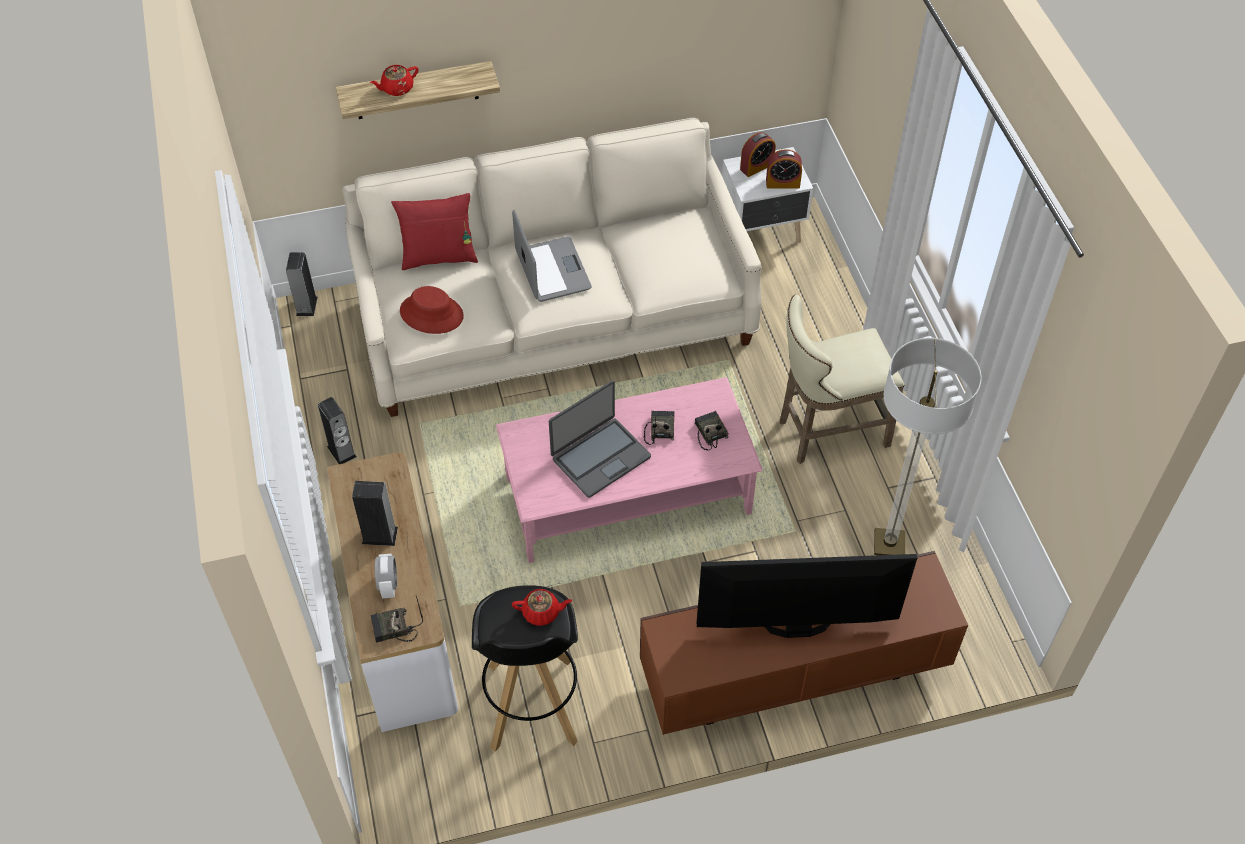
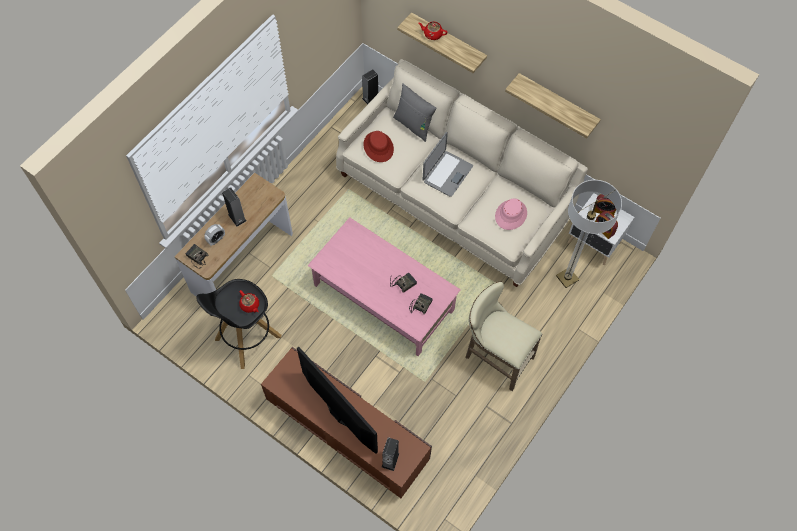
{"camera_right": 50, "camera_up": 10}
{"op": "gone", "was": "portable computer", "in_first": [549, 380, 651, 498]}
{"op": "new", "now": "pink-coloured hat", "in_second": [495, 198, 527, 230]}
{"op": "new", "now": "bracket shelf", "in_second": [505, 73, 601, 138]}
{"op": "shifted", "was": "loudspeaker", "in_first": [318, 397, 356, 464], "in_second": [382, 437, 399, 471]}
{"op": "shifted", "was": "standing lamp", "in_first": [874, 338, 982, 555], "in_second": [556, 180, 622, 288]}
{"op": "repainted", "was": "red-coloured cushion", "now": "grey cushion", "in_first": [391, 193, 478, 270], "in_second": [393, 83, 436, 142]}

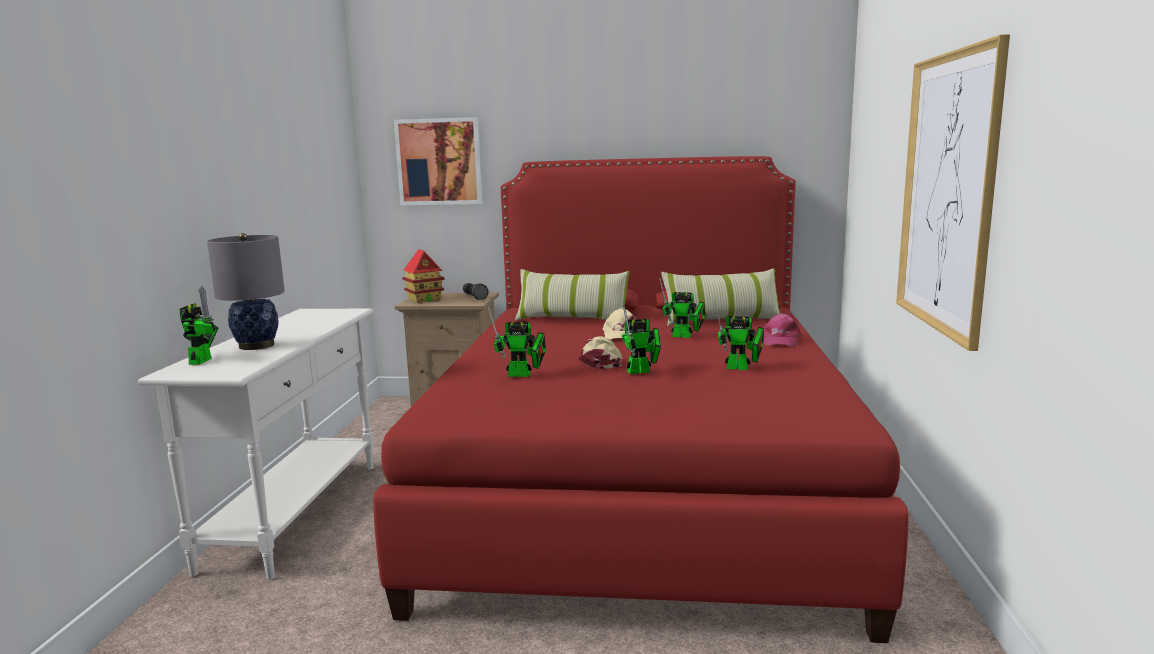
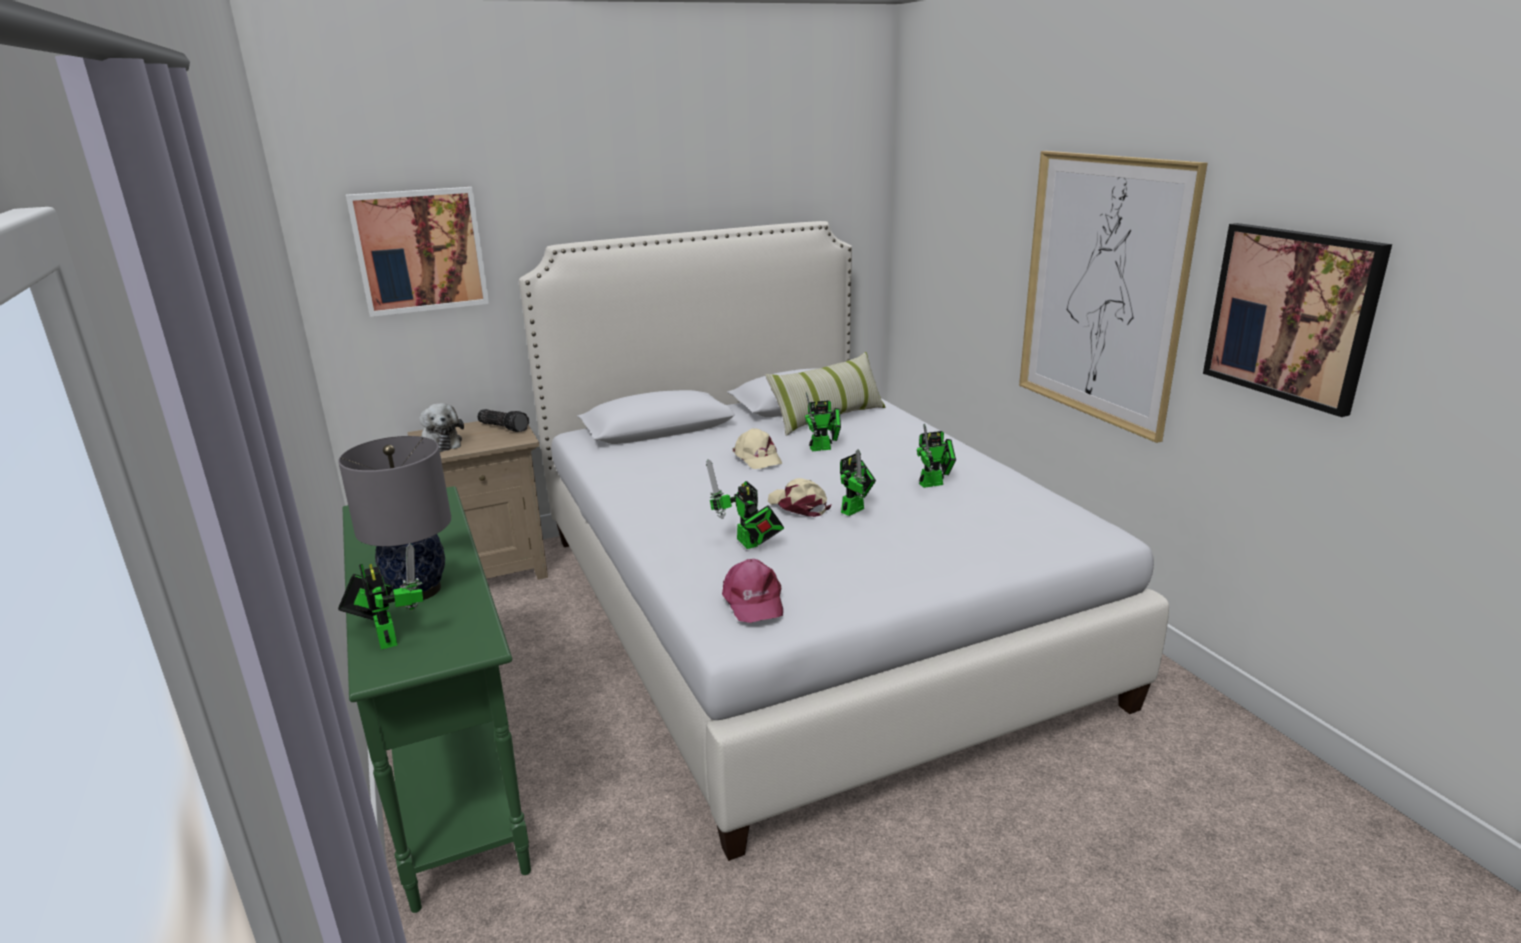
{"camera_right": -30, "camera_up": 10}
{"op": "gone", "was": "cushion", "in_first": [515, 269, 630, 321]}
{"op": "new", "now": "picture", "in_second": [1203, 223, 1392, 417]}
{"op": "shifted", "was": "pink-coloured peaked cap", "in_first": [763, 313, 802, 347], "in_second": [722, 559, 783, 623]}
{"op": "swapped", "was": "miniature house", "now": "plush toy", "in_first": [402, 249, 445, 303], "in_second": [419, 403, 464, 452]}
{"op": "repainted", "was": "white-coloured console table", "now": "green console table", "in_first": [138, 309, 374, 580], "in_second": [342, 486, 531, 913]}
{"op": "repainted", "was": "red-coloured bedroom bed", "now": "white-coloured bedroom bed", "in_first": [373, 156, 908, 643], "in_second": [519, 221, 1169, 861]}
{"op": "rotated", "was": "model robot", "in_first": [488, 307, 546, 377], "in_second": [706, 459, 784, 549], "clockwise": 90}

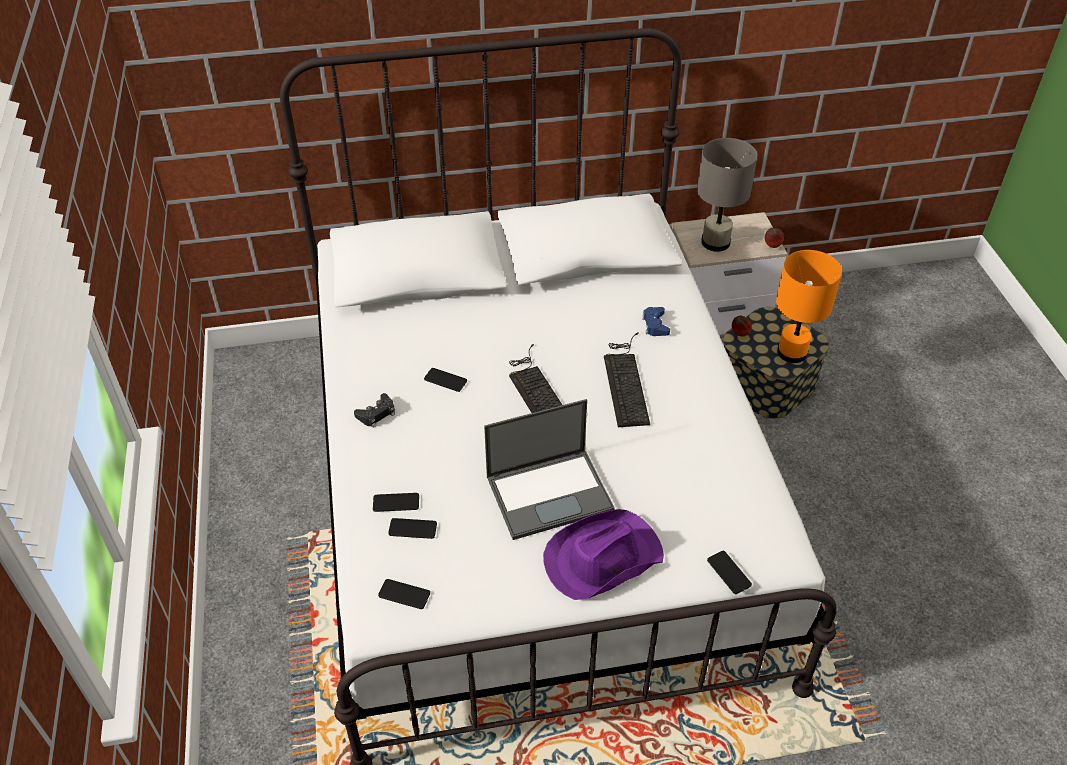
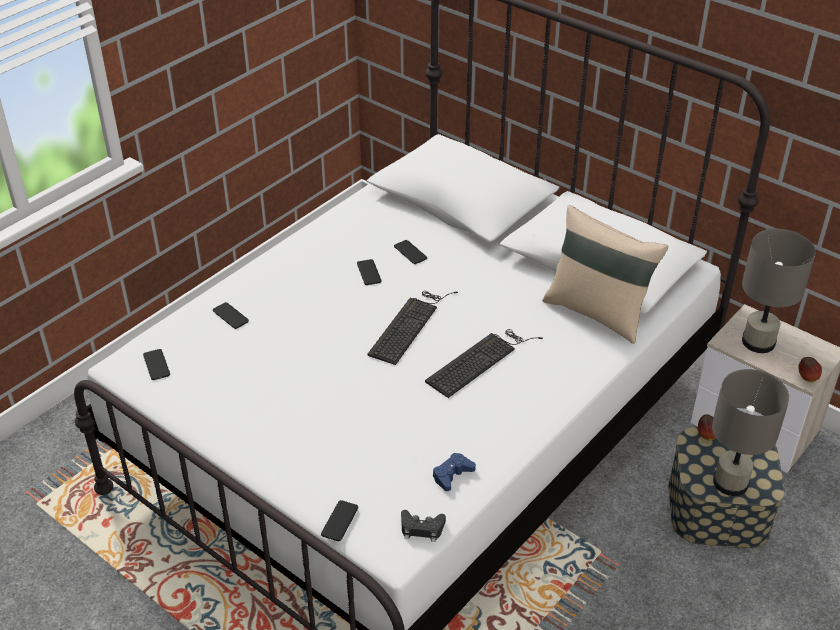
{"camera_right": 50, "camera_up": -5}
{"op": "gone", "was": "portable computer", "in_first": [484, 399, 615, 540]}
{"op": "gone", "was": "purplish hat", "in_first": [543, 509, 664, 600]}
{"op": "new", "now": "beige-coloured cushion", "in_second": [542, 205, 668, 344]}
{"op": "shifted", "was": "blackish game controller", "in_first": [354, 393, 395, 428], "in_second": [401, 510, 446, 542]}
{"op": "shifted", "was": "telephone", "in_first": [388, 518, 437, 539], "in_second": [394, 240, 427, 264]}
{"op": "shifted", "was": "blue-coloured game controller", "in_first": [642, 307, 670, 336], "in_second": [433, 453, 476, 491]}
{"op": "repainted", "was": "orangey tabletop lamp", "now": "grey tabletop lamp", "in_first": [776, 250, 842, 363], "in_second": [712, 369, 789, 496]}

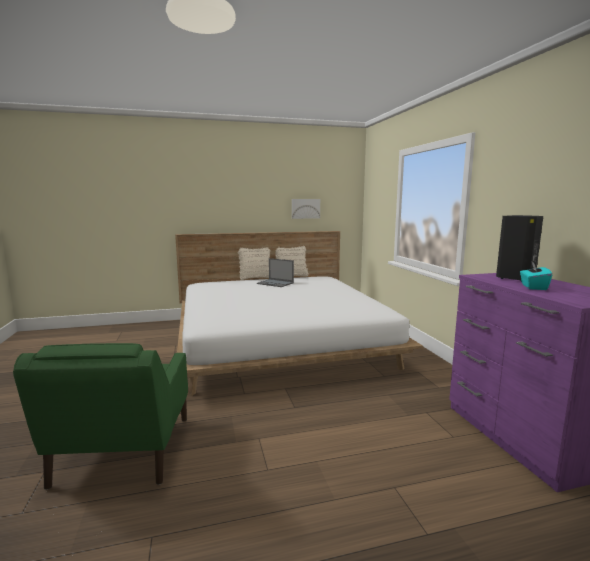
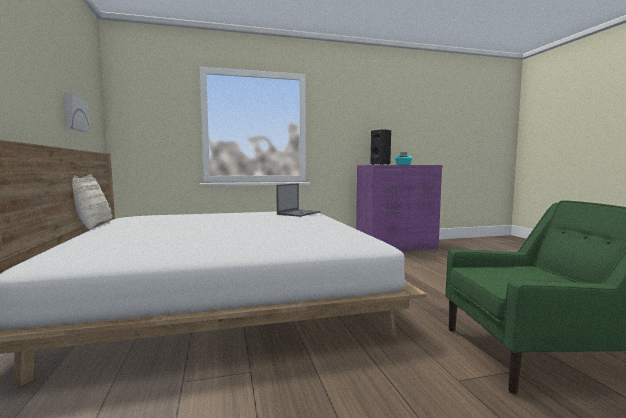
{"camera_right": -90, "camera_up": -5}
{"op": "gone", "was": "beige-coloured cushion", "in_first": [238, 247, 271, 280]}
{"op": "shifted", "was": "portable computer", "in_first": [257, 258, 294, 287], "in_second": [276, 183, 321, 217]}

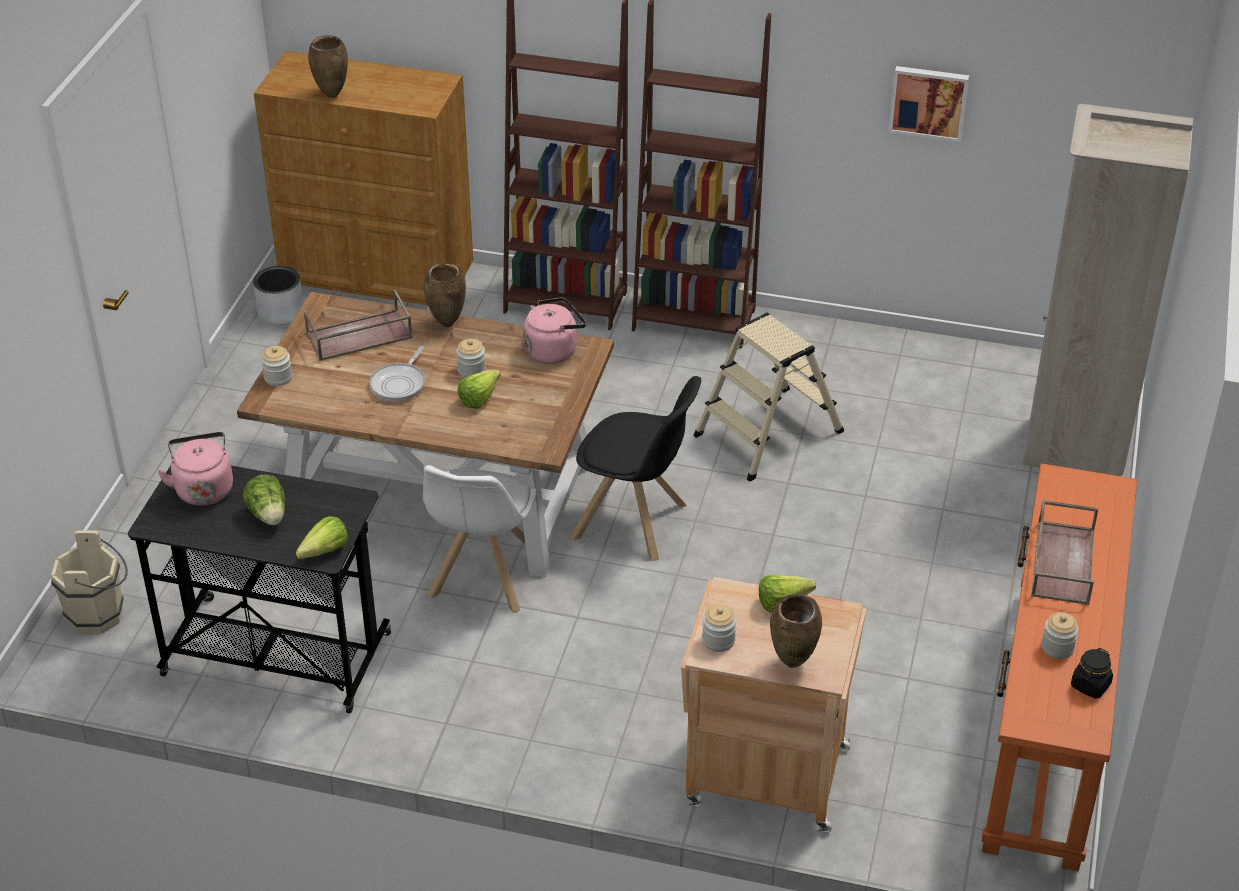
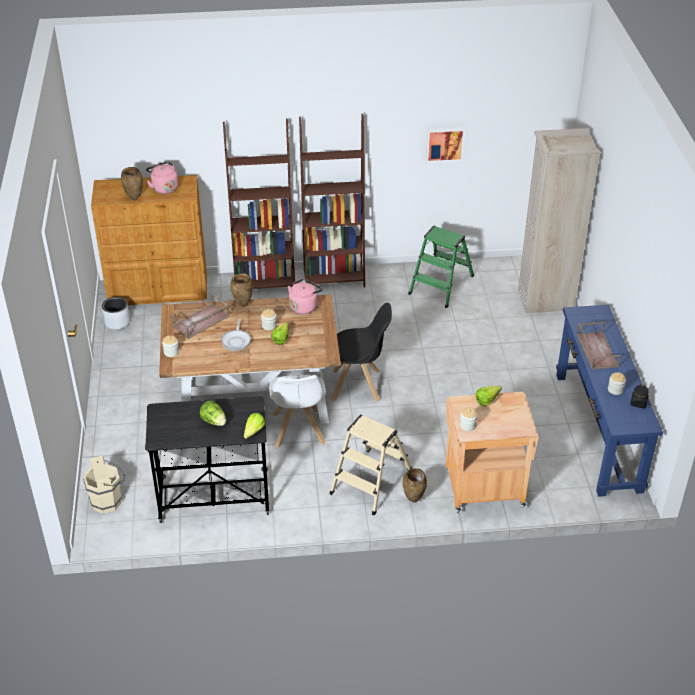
{"camera_right": -20, "camera_up": 0}
{"op": "new", "now": "green stepladder", "in_second": [408, 226, 474, 308]}
{"op": "shifted", "was": "pink-coloured kettle", "in_first": [157, 432, 233, 506], "in_second": [146, 161, 178, 194]}
{"op": "shifted", "was": "beige-coloured stepladder", "in_first": [693, 312, 844, 482], "in_second": [329, 414, 412, 515]}
{"op": "shifted", "was": "brownish flower vase", "in_first": [770, 594, 822, 668], "in_second": [403, 468, 427, 503]}
{"op": "repainted", "was": "orangey console table", "now": "blue-coloured console table", "in_first": [982, 463, 1137, 871], "in_second": [556, 305, 663, 497]}

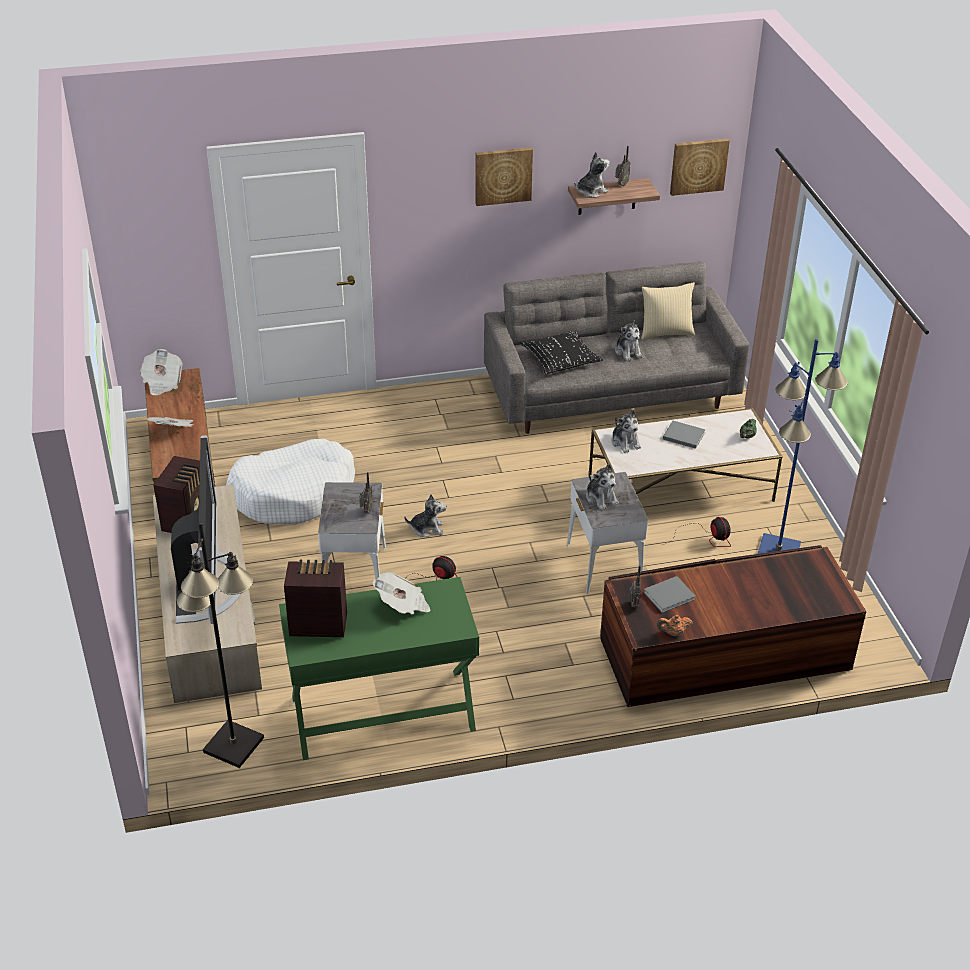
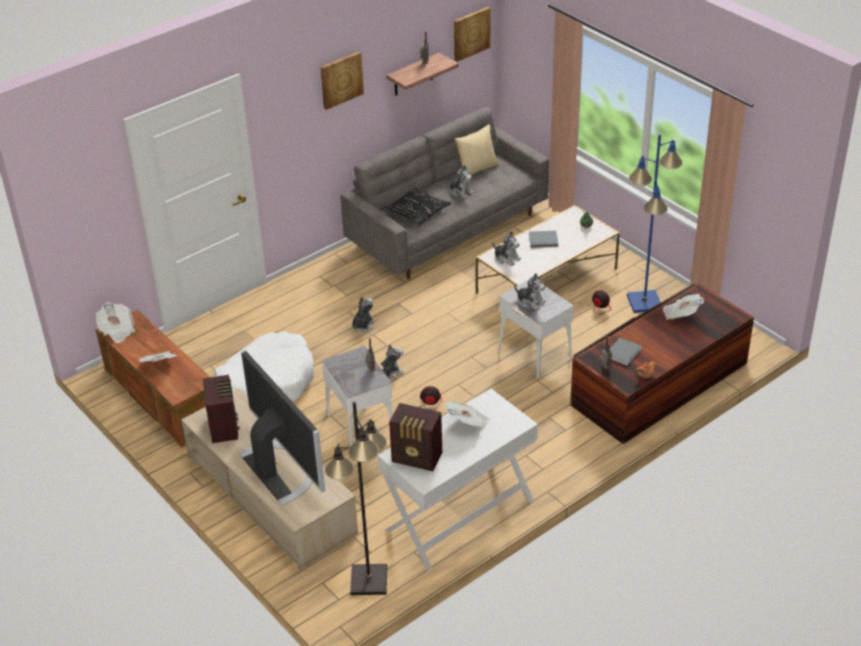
{"camera_right": -25, "camera_up": 0}
{"op": "new", "now": "printed paper", "in_second": [663, 294, 704, 320]}
{"op": "shifted", "was": "plush toy", "in_first": [574, 152, 610, 198], "in_second": [352, 296, 376, 332]}
{"op": "repainted", "was": "green console table", "now": "white-coloured console table", "in_first": [279, 577, 479, 760], "in_second": [378, 389, 538, 570]}
{"op": "rotated", "was": "radio receiver", "in_first": [284, 559, 347, 637], "in_second": [389, 403, 442, 472], "clockwise": -135}

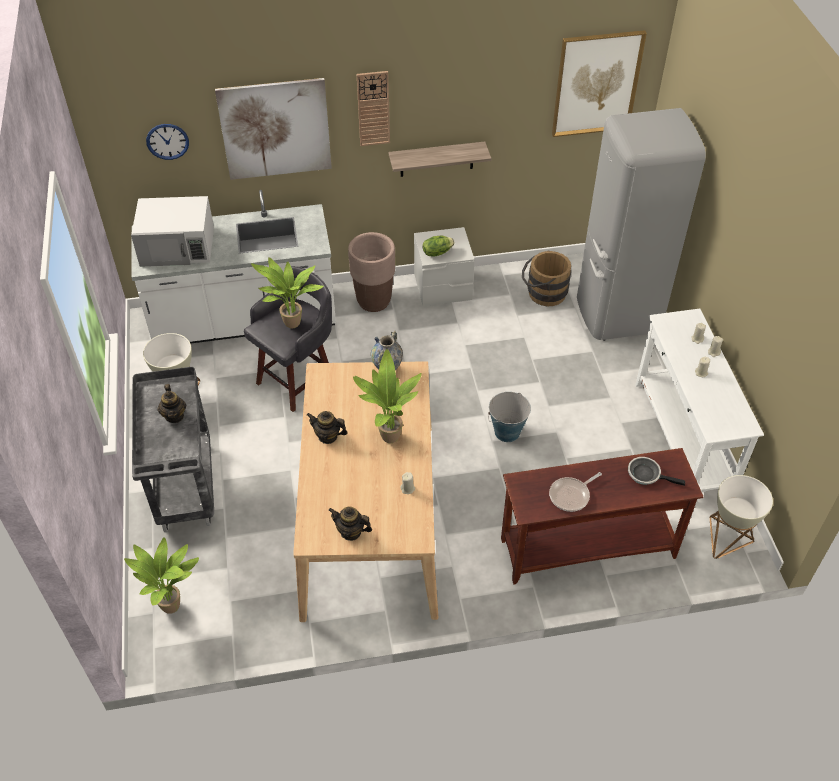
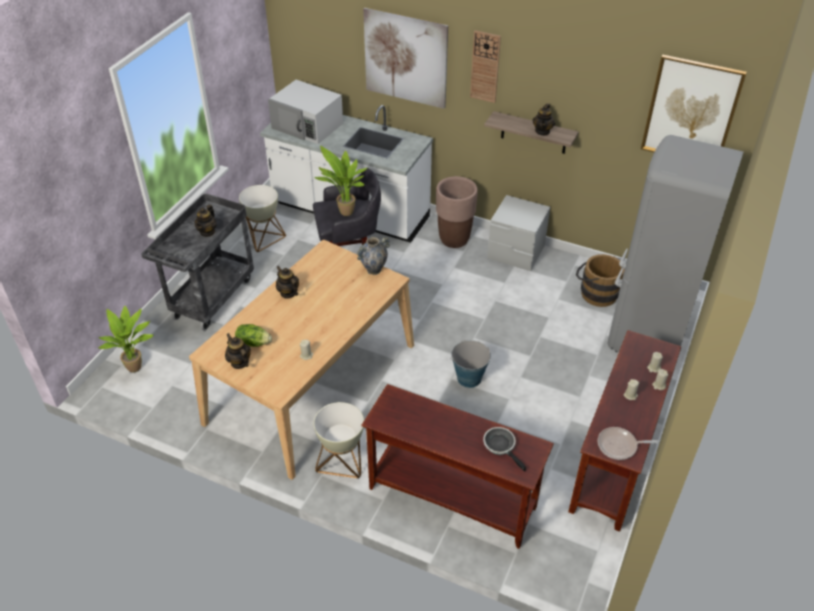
{"camera_right": 35, "camera_up": -5}
{"op": "gone", "was": "hanging clock", "in_first": [146, 124, 189, 160]}
{"op": "gone", "was": "plant in a pot", "in_first": [353, 349, 422, 443]}
{"op": "new", "now": "tea pot", "in_second": [532, 104, 555, 136]}
{"op": "shifted", "was": "head of lettuce", "in_first": [423, 236, 455, 257], "in_second": [235, 324, 272, 347]}
{"op": "shifted", "was": "skillet", "in_first": [549, 472, 602, 512], "in_second": [598, 427, 659, 460]}
{"op": "shifted", "was": "plant pot", "in_first": [710, 475, 773, 559], "in_second": [313, 402, 364, 478]}
{"op": "repainted", "was": "white-coloured console table", "now": "brownish console table", "in_first": [635, 309, 764, 492], "in_second": [568, 330, 681, 532]}

